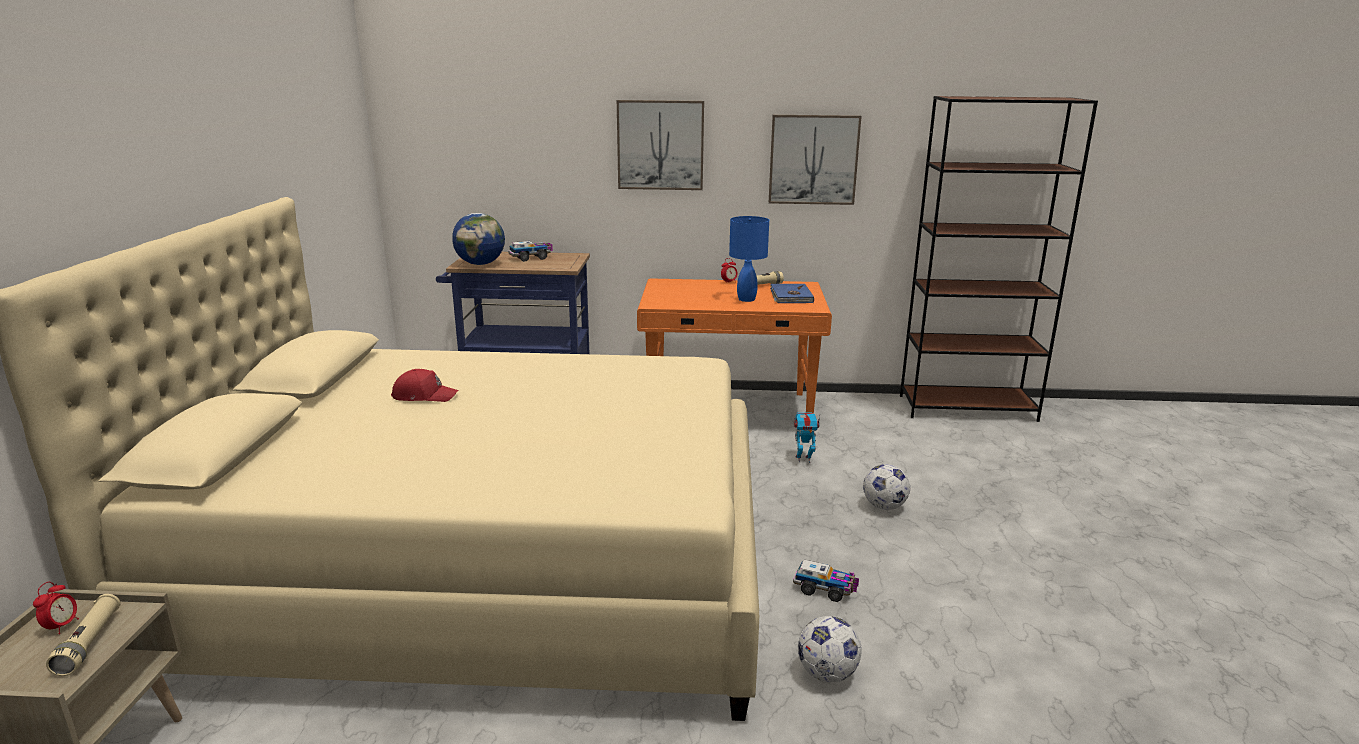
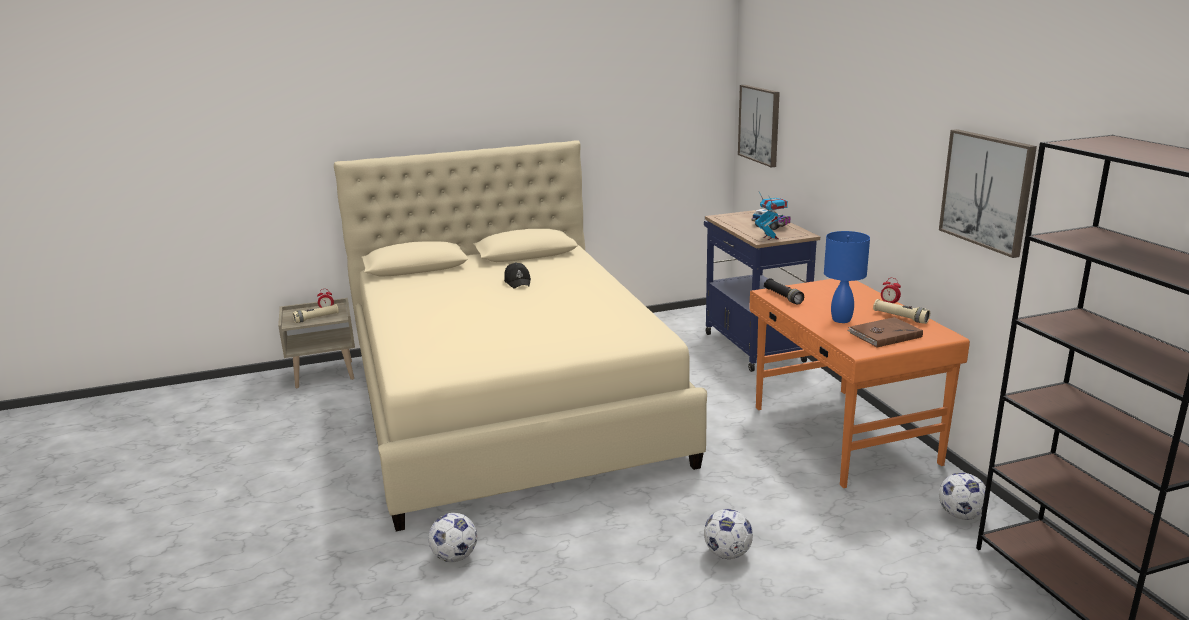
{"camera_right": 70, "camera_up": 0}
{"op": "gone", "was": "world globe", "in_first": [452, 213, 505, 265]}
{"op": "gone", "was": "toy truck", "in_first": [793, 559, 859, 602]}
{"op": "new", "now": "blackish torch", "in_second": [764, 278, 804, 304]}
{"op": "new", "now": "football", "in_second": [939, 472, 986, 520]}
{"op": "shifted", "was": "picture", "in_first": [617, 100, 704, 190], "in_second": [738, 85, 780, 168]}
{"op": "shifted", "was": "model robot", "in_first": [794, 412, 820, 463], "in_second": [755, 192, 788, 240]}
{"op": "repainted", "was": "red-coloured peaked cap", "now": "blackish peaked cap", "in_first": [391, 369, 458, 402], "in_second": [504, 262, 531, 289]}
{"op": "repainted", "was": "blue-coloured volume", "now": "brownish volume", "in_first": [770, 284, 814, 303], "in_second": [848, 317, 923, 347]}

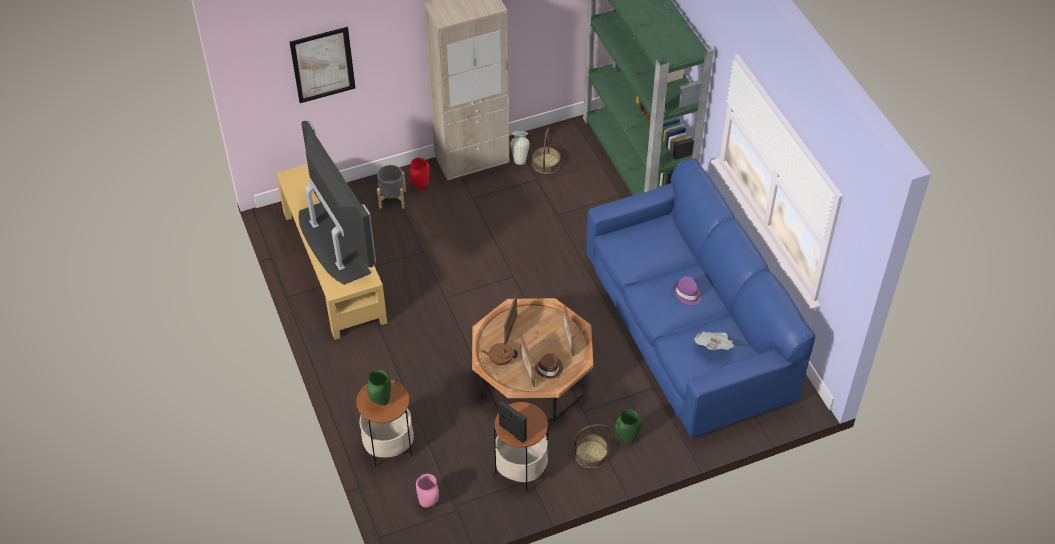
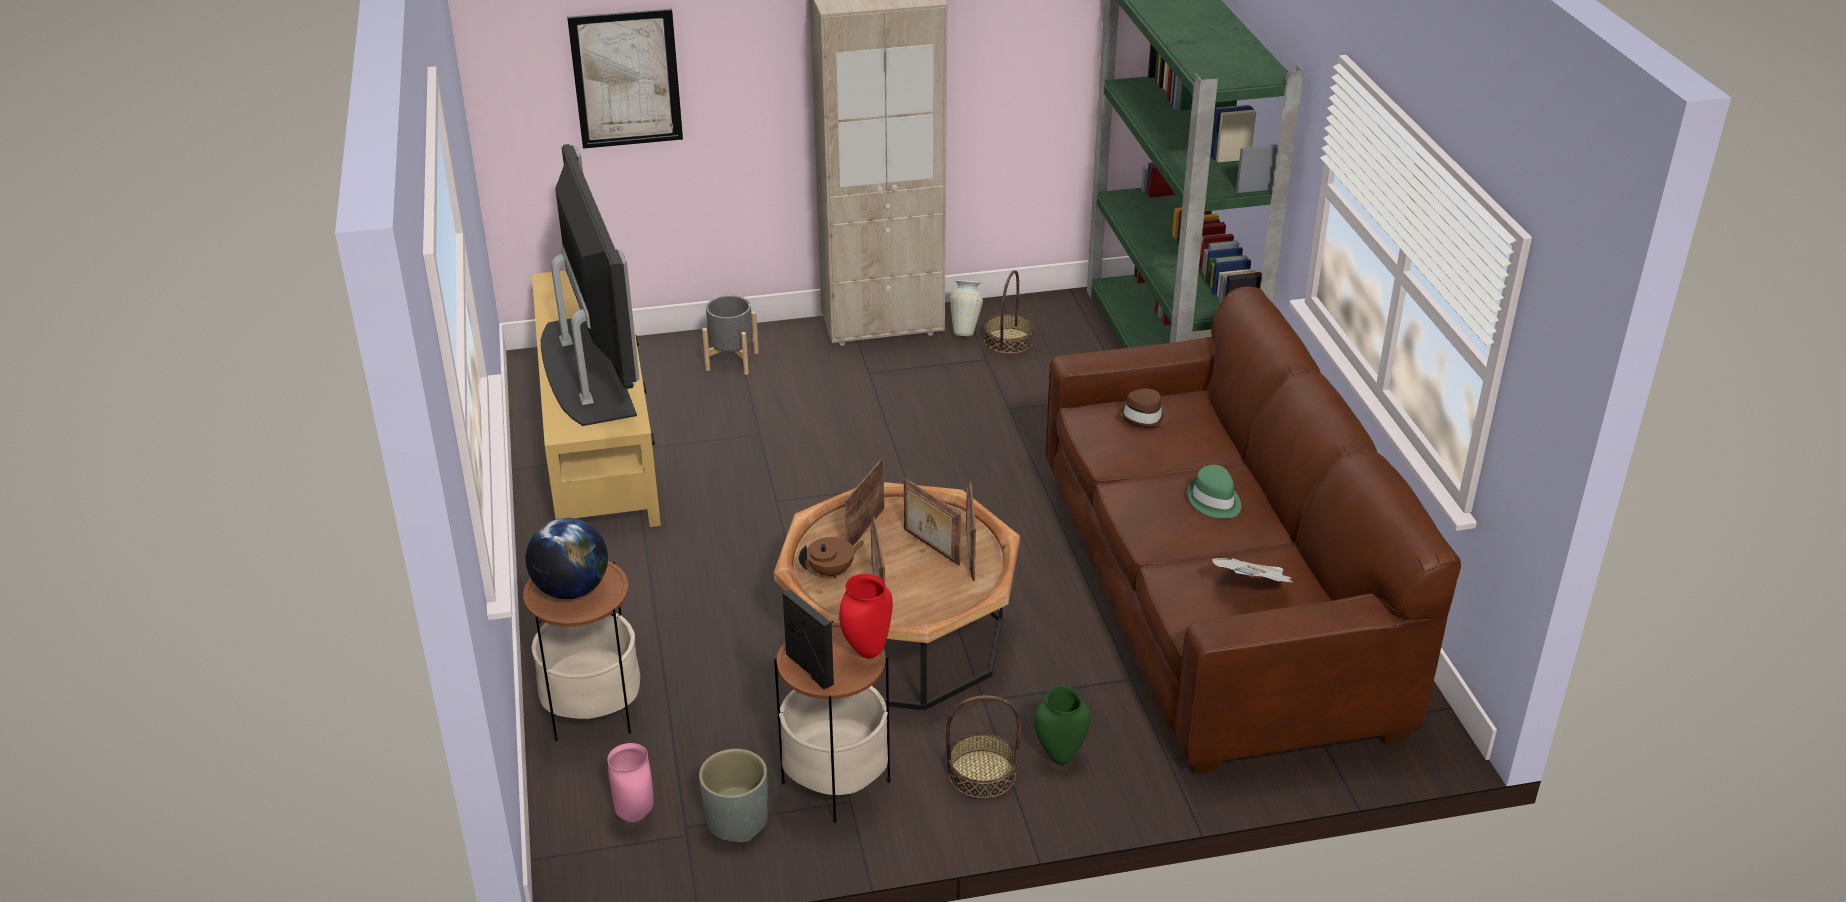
{"camera_right": 10, "camera_up": -15}
{"op": "new", "now": "grey plant pot", "in_second": [699, 749, 767, 842]}
{"op": "new", "now": "standing frame", "in_second": [904, 478, 961, 565]}
{"op": "shifted", "was": "red-coloured flower vase", "in_first": [409, 158, 430, 190], "in_second": [839, 574, 893, 659]}
{"op": "shifted", "was": "brownish hat", "in_first": [535, 353, 563, 379], "in_second": [1118, 389, 1169, 428]}
{"op": "swapped", "was": "green flower vase", "now": "world globe", "in_first": [367, 370, 391, 405], "in_second": [526, 518, 608, 599]}
{"op": "repainted", "was": "blue-coloured sofa", "now": "brownish sofa", "in_first": [586, 159, 815, 439], "in_second": [1046, 287, 1461, 774]}
{"op": "repainted", "was": "purplish hat", "now": "green hat", "in_first": [673, 276, 701, 305], "in_second": [1187, 465, 1241, 519]}
{"op": "rotated", "was": "brownish tea pot", "in_first": [482, 343, 518, 365], "in_second": [799, 537, 865, 579], "clockwise": 135}

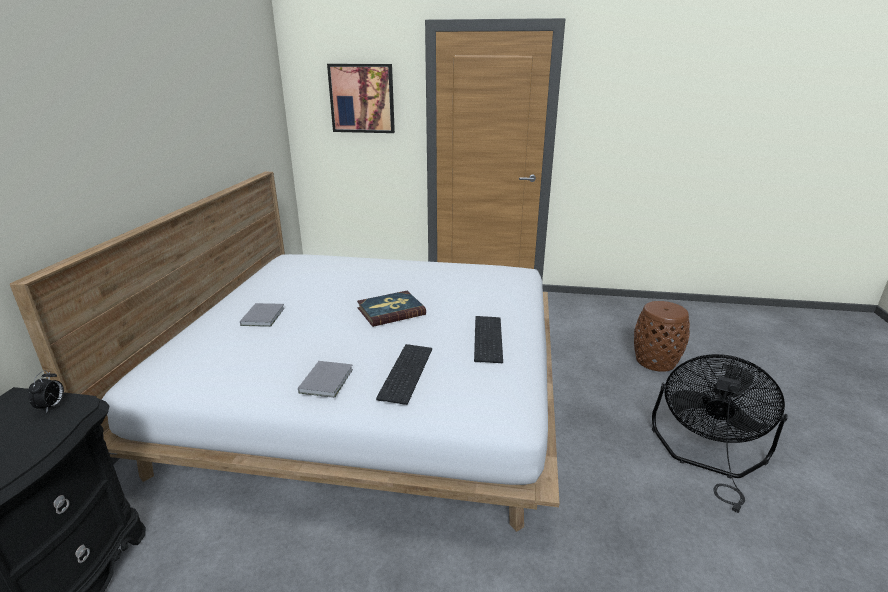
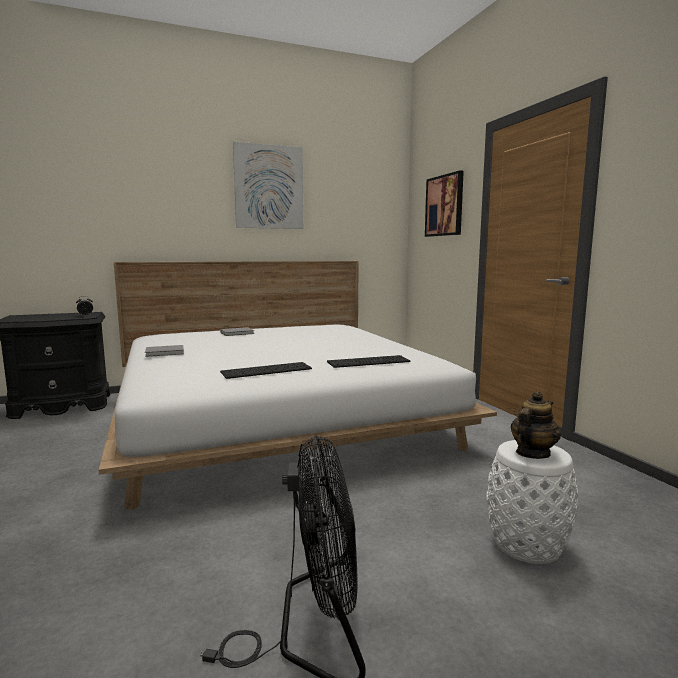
{"camera_right": 60, "camera_up": -15}
{"op": "gone", "was": "volume", "in_first": [357, 291, 426, 327]}
{"op": "new", "now": "picture", "in_second": [233, 142, 303, 229]}
{"op": "new", "now": "tea pot", "in_second": [511, 391, 561, 459]}
{"op": "shifted", "was": "keyboard", "in_first": [376, 344, 432, 405], "in_second": [327, 355, 410, 368]}
{"op": "repainted", "was": "brownish stool", "now": "white-coloured stool", "in_first": [634, 301, 690, 372], "in_second": [487, 440, 578, 564]}

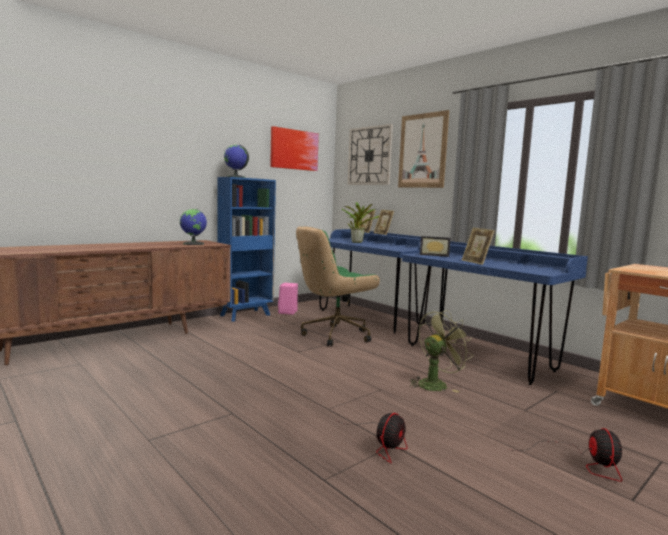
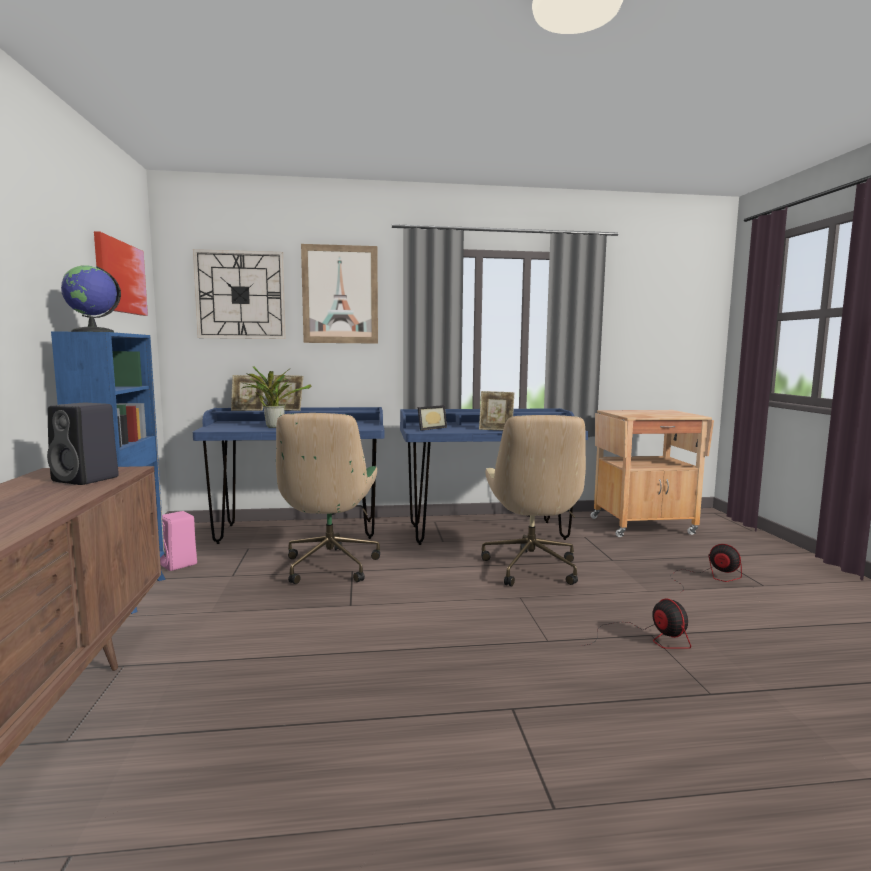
{"camera_right": -55, "camera_up": 0}
{"op": "swapped", "was": "world globe", "now": "blackish loudspeaker", "in_first": [180, 209, 207, 245], "in_second": [47, 403, 119, 485]}
{"op": "swapped", "was": "green cooling fan", "now": "beige-coloured computer chair", "in_first": [410, 310, 473, 393], "in_second": [481, 415, 586, 586]}

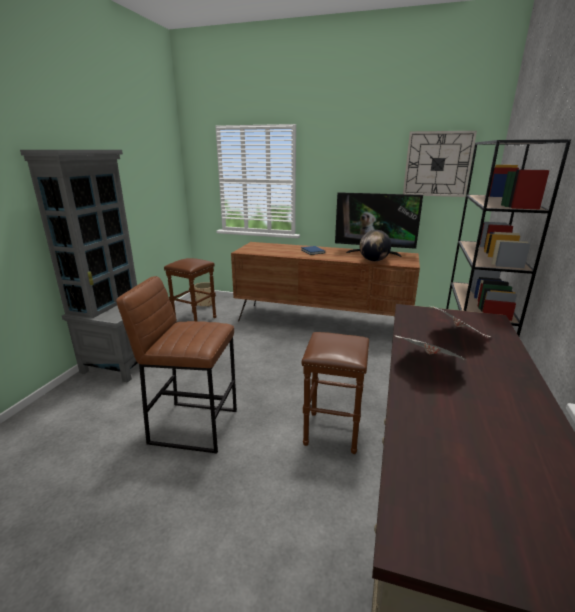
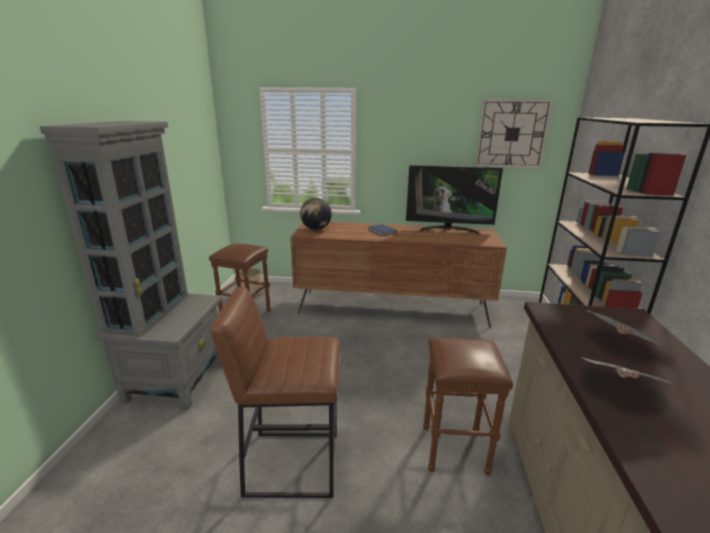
{"camera_right": -10, "camera_up": 0}
{"op": "shifted", "was": "world globe", "in_first": [359, 230, 391, 261], "in_second": [300, 198, 332, 230]}

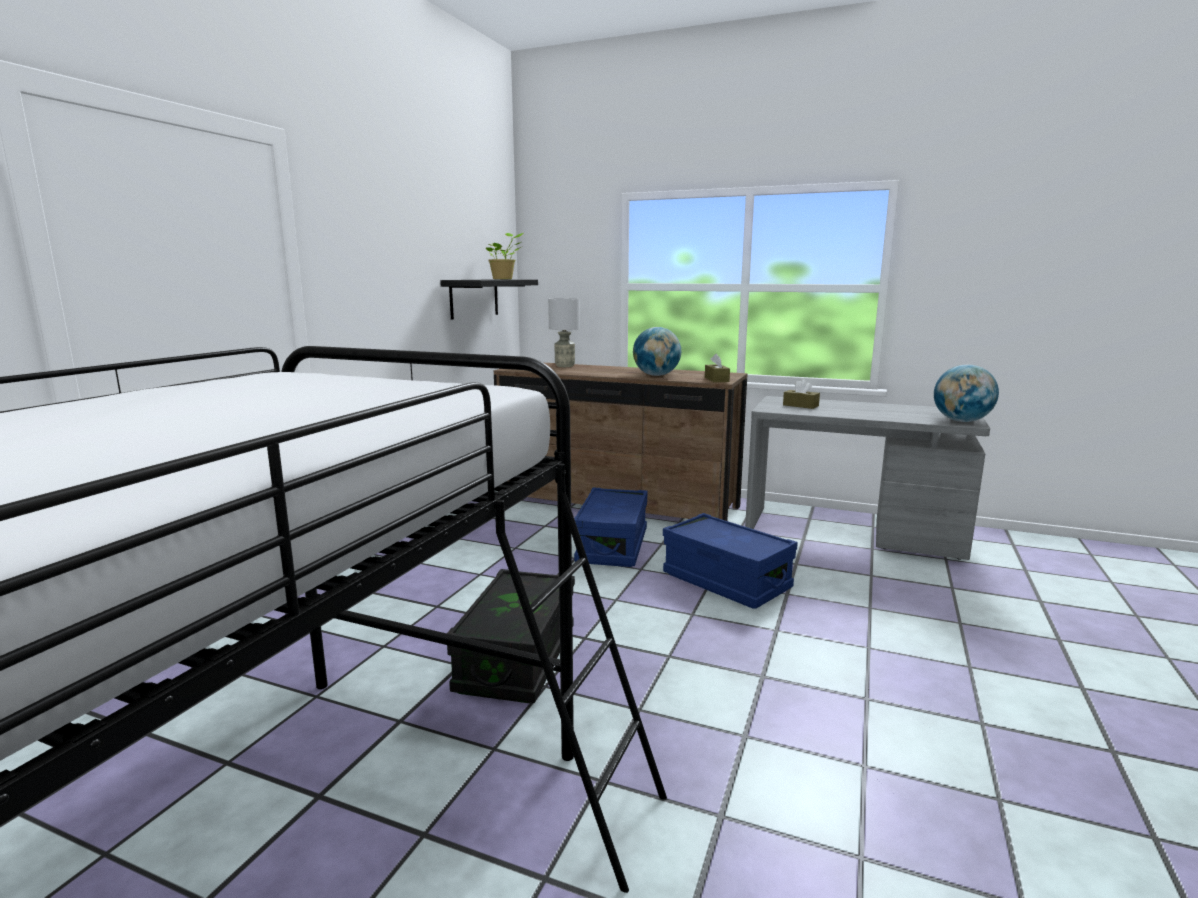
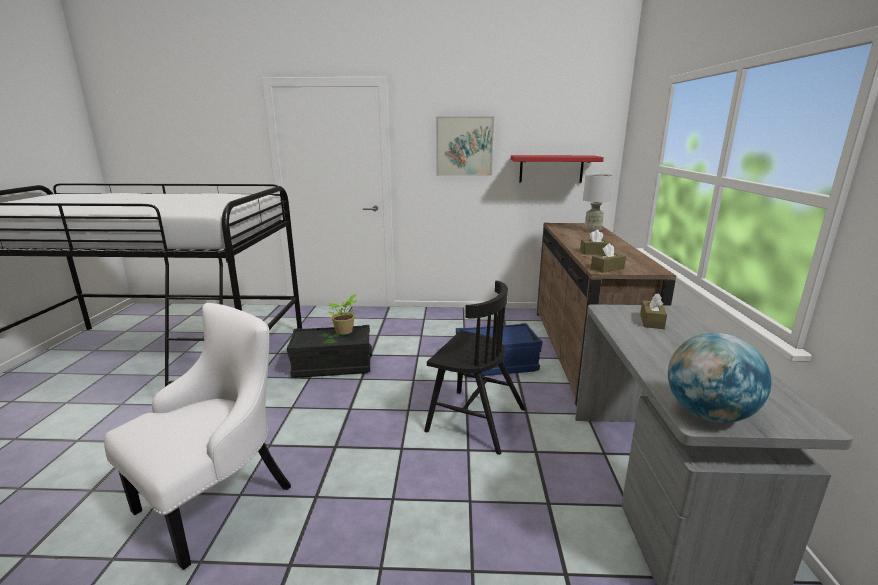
{"camera_right": 70, "camera_up": 5}
{"op": "new", "now": "white-coloured chair", "in_second": [104, 303, 291, 570]}
{"op": "new", "now": "picture", "in_second": [436, 116, 494, 176]}
{"op": "shifted", "was": "plant in a pot", "in_first": [486, 233, 523, 279], "in_second": [328, 294, 357, 335]}
{"op": "swapped", "was": "world globe", "now": "brownish tissue box", "in_first": [633, 327, 681, 376], "in_second": [580, 230, 612, 254]}
{"op": "swapped", "was": "blue-coloured storage box", "now": "blackish chair", "in_first": [663, 513, 798, 609], "in_second": [424, 281, 525, 455]}
{"op": "repainted", "was": "blackish bracket shelf", "now": "red-coloured bracket shelf", "in_first": [440, 279, 538, 319], "in_second": [511, 155, 604, 183]}

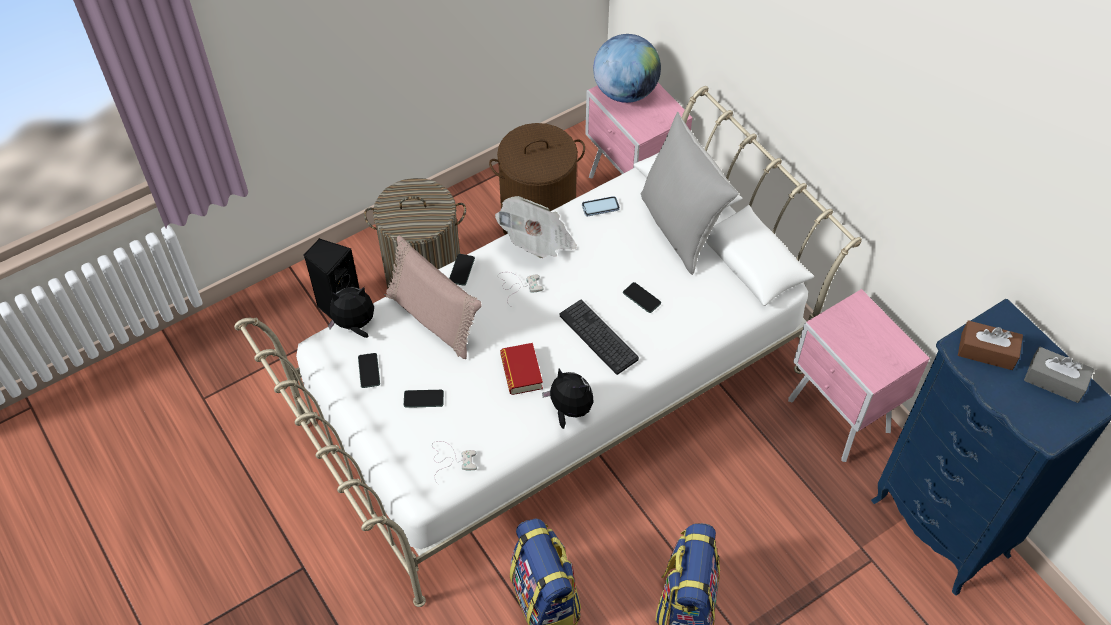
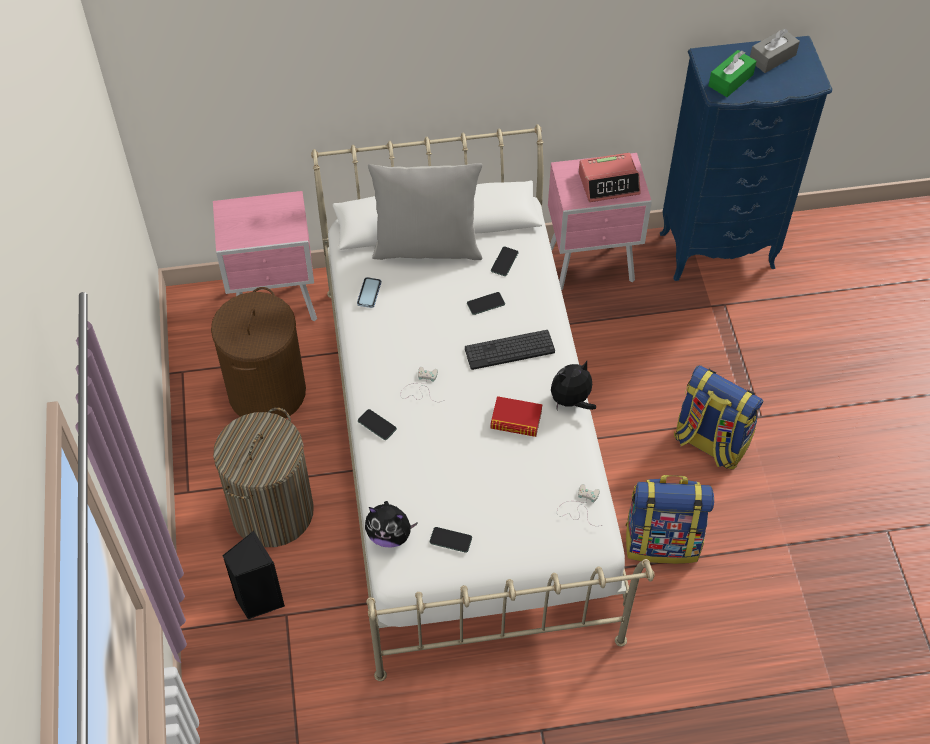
{"camera_right": -65, "camera_up": 0}
{"op": "gone", "was": "beige-coloured cushion", "in_first": [384, 236, 482, 359]}
{"op": "gone", "was": "printed paper", "in_first": [495, 196, 577, 259]}
{"op": "gone", "was": "world globe", "in_first": [593, 34, 661, 103]}
{"op": "new", "now": "table clock", "in_second": [579, 153, 641, 202]}
{"op": "shifted", "was": "telephone", "in_first": [404, 390, 444, 408], "in_second": [491, 247, 519, 276]}
{"op": "repainted", "was": "brownish tissue box", "now": "green tissue box", "in_first": [958, 320, 1023, 370], "in_second": [708, 50, 756, 97]}
{"op": "rotated", "was": "plush toy", "in_first": [328, 287, 374, 338], "in_second": [365, 501, 418, 548], "clockwise": -90}

